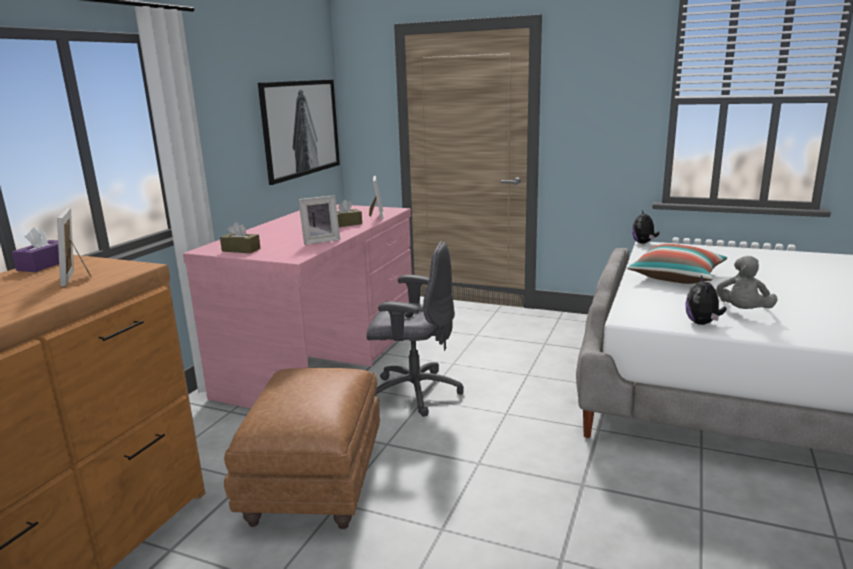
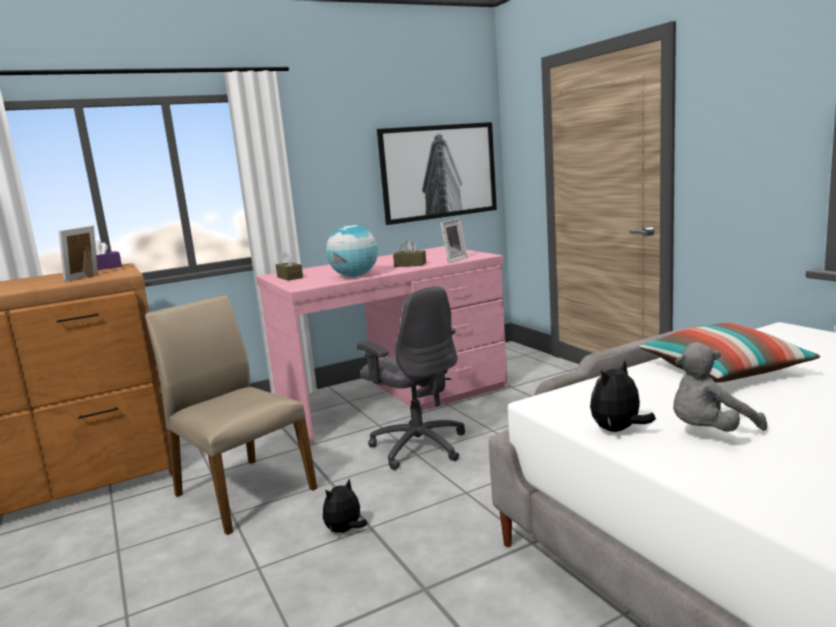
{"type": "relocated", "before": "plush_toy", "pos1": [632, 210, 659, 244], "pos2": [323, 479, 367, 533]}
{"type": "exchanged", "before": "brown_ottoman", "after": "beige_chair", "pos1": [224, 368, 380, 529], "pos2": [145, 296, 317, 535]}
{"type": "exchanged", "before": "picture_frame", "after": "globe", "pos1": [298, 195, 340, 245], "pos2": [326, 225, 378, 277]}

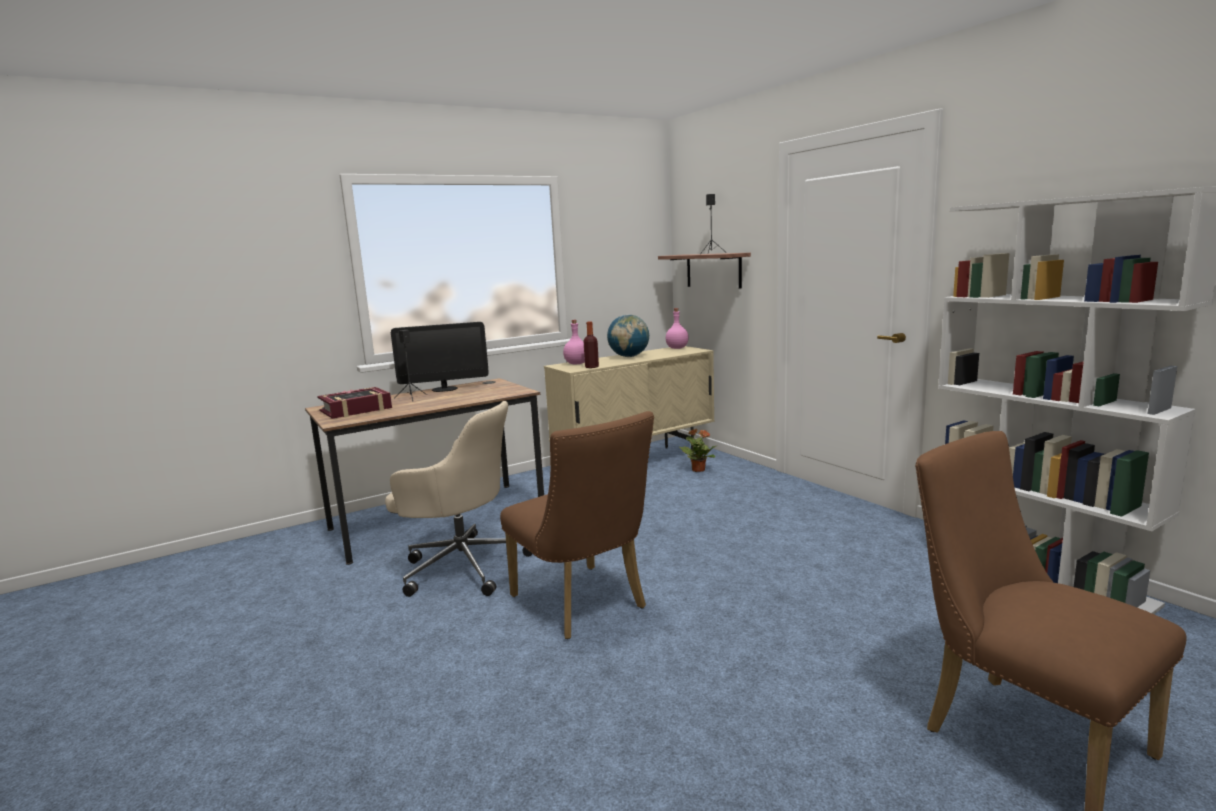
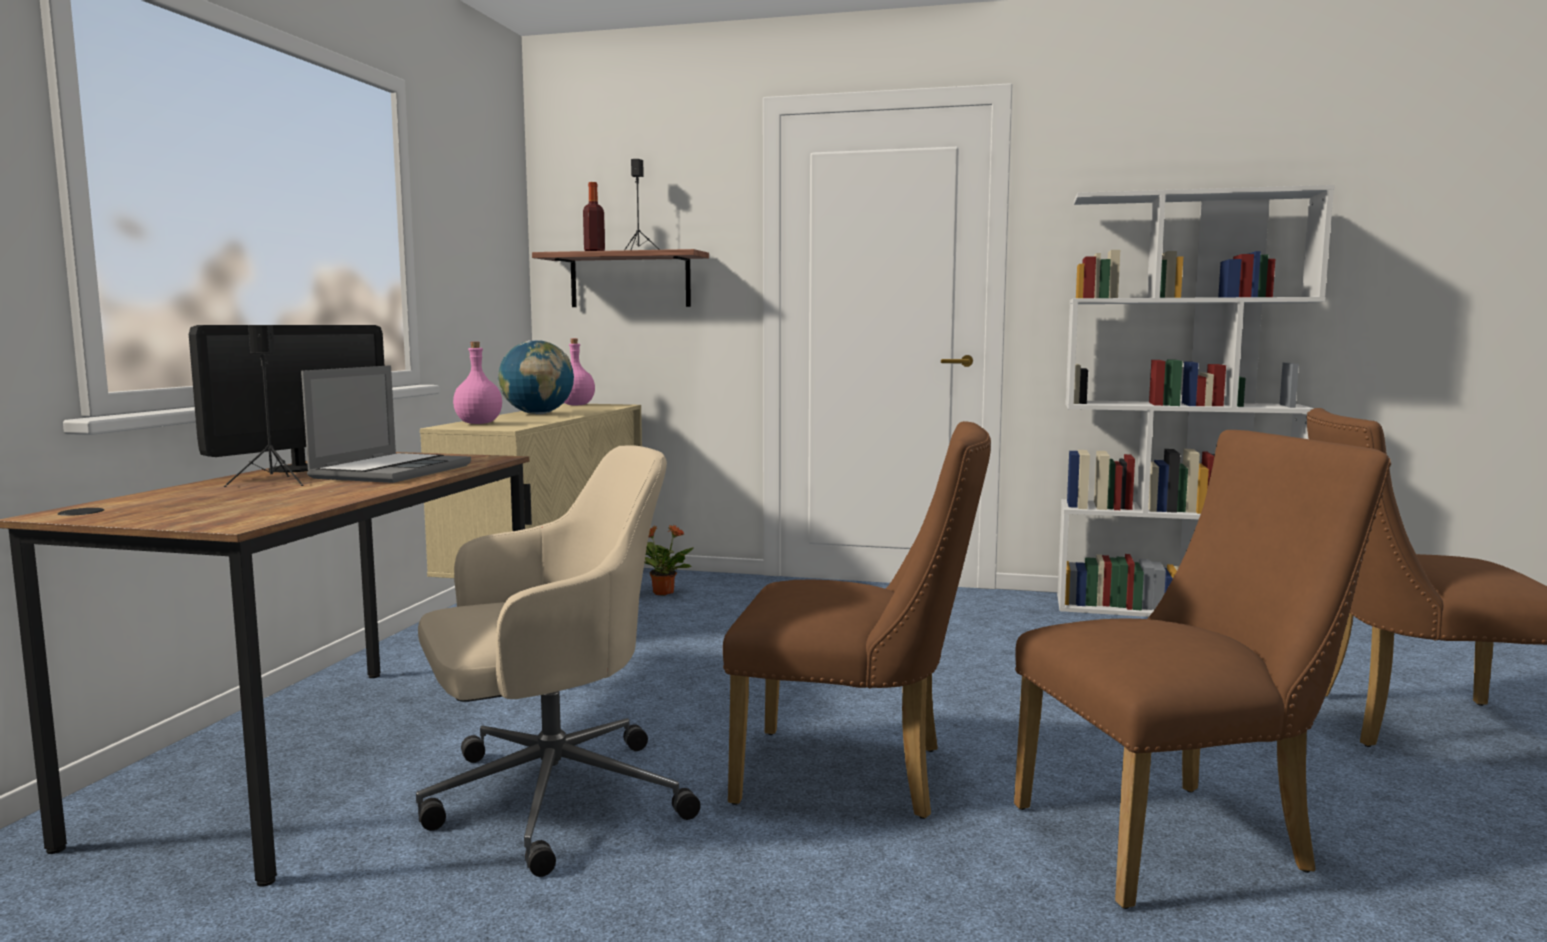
{"type": "missing", "before": "book", "pos1": [317, 387, 392, 419]}
{"type": "appeared", "after": "laptop", "pos2": [301, 365, 471, 483]}
{"type": "appeared", "after": "brown_chair", "pos2": [1014, 430, 1391, 909]}
{"type": "relocated", "before": "bottle", "pos1": [583, 321, 599, 368], "pos2": [583, 182, 605, 251]}

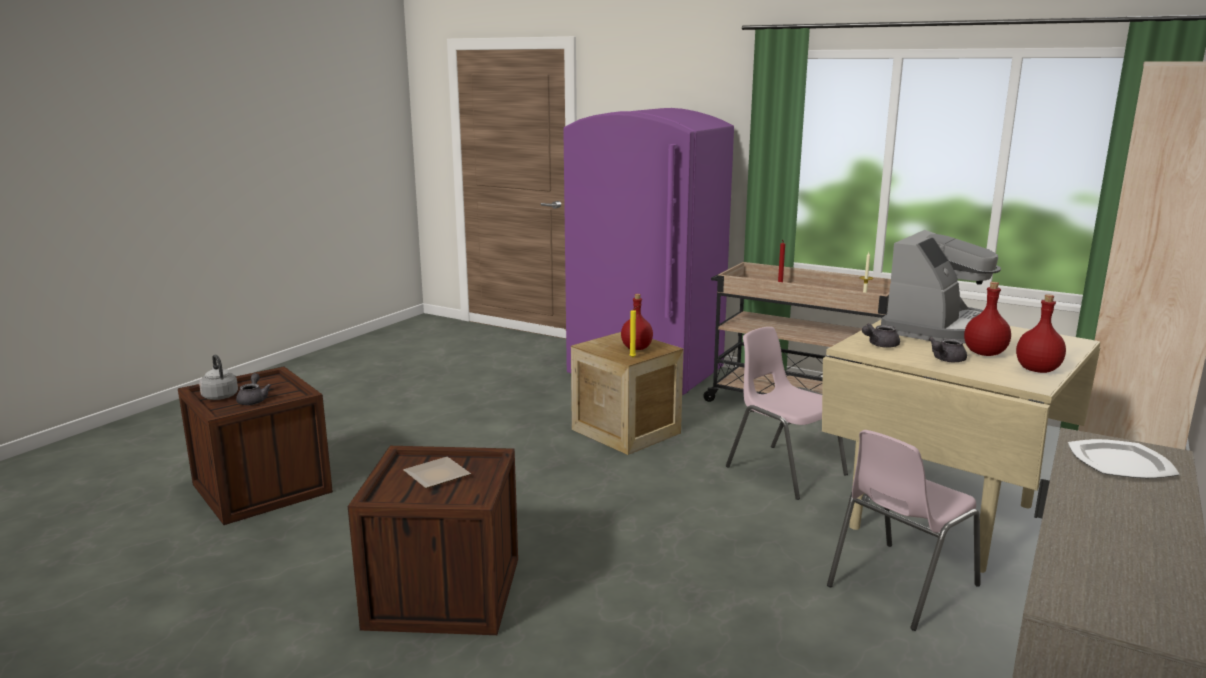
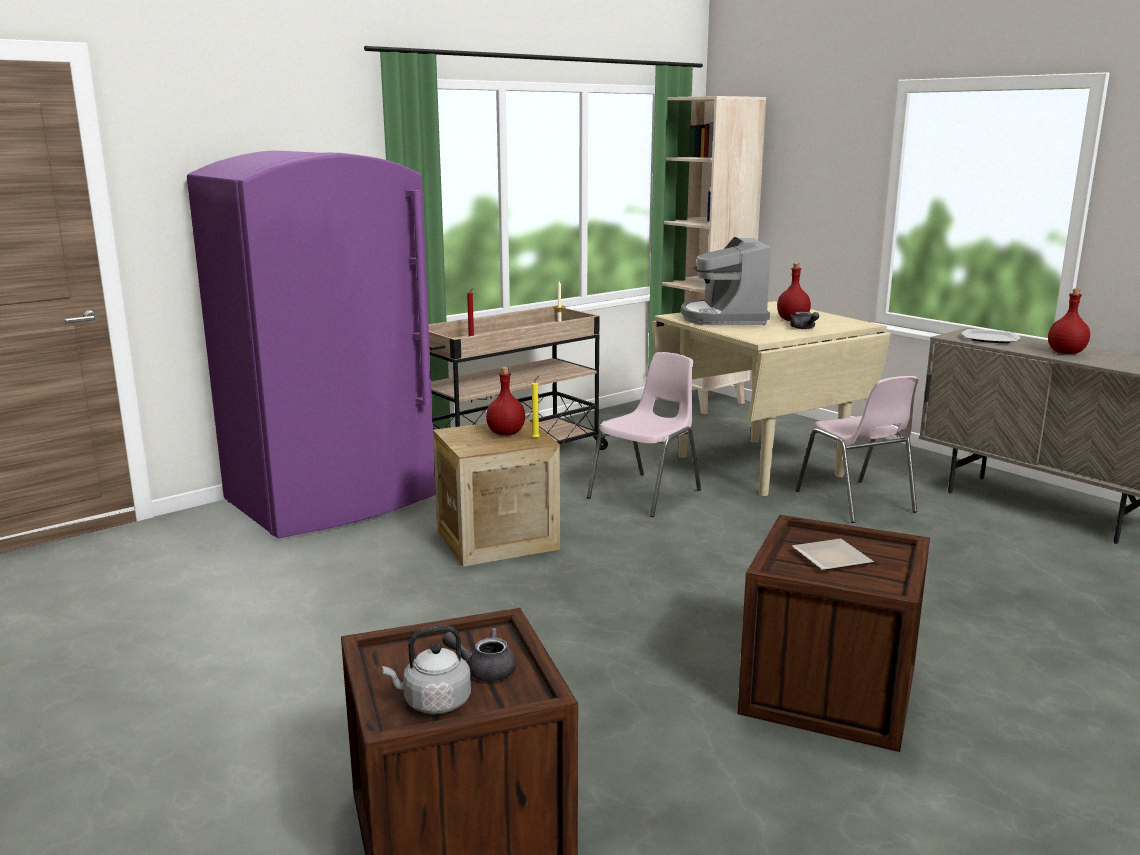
{"type": "missing", "before": "grey_teapot", "pos1": [862, 323, 900, 348]}
{"type": "relocated", "before": "red_bottle", "pos1": [1016, 294, 1066, 373], "pos2": [1048, 288, 1090, 354]}
{"type": "spun", "before": "pink_chair", "pos1": [726, 327, 848, 500], "pos2": [587, 352, 701, 517], "turn": 150}
{"type": "spun", "before": "coffee_machine", "pos1": [881, 230, 1001, 343], "pos2": [681, 237, 771, 325], "turn": -150}

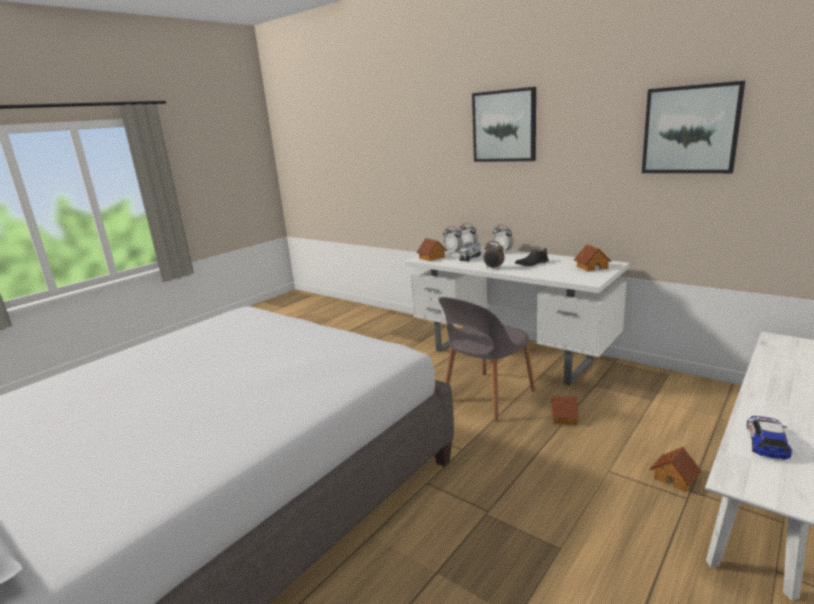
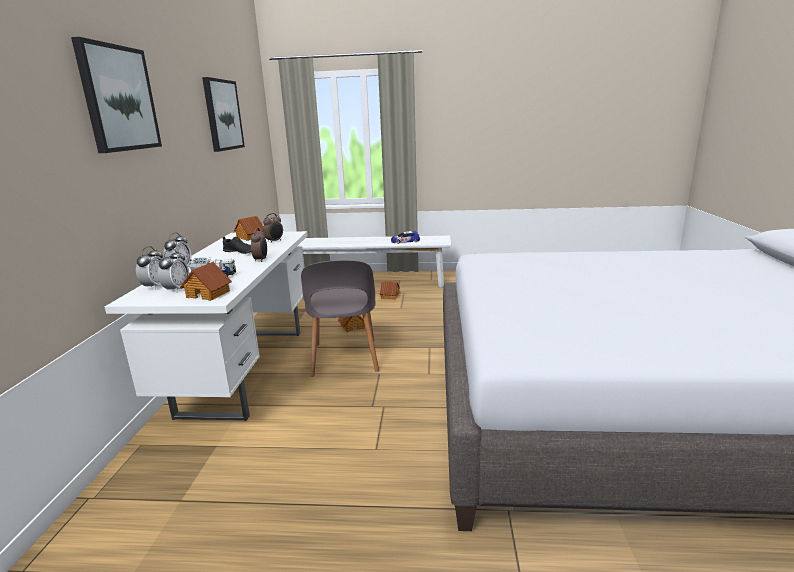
{"type": "appeared", "after": "alarm_clock", "pos2": [262, 213, 283, 243]}
{"type": "spun", "before": "grey_chair", "pos1": [438, 297, 536, 422], "pos2": [301, 260, 379, 377], "turn": 75}

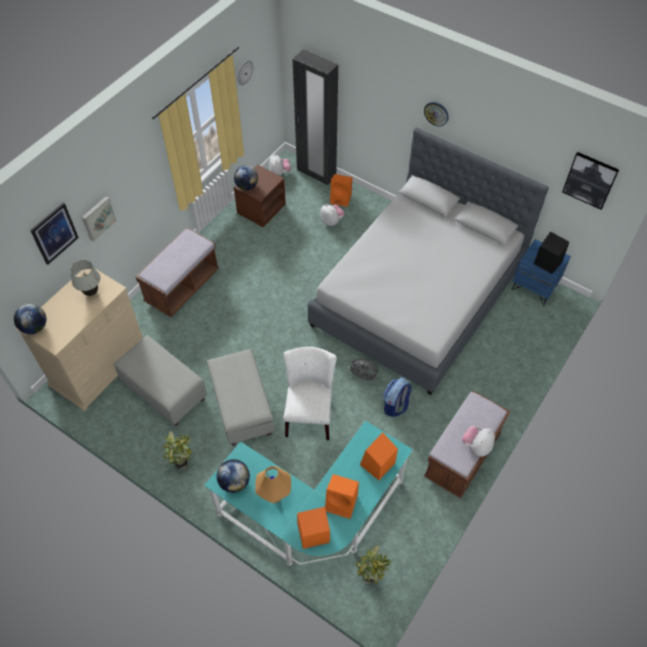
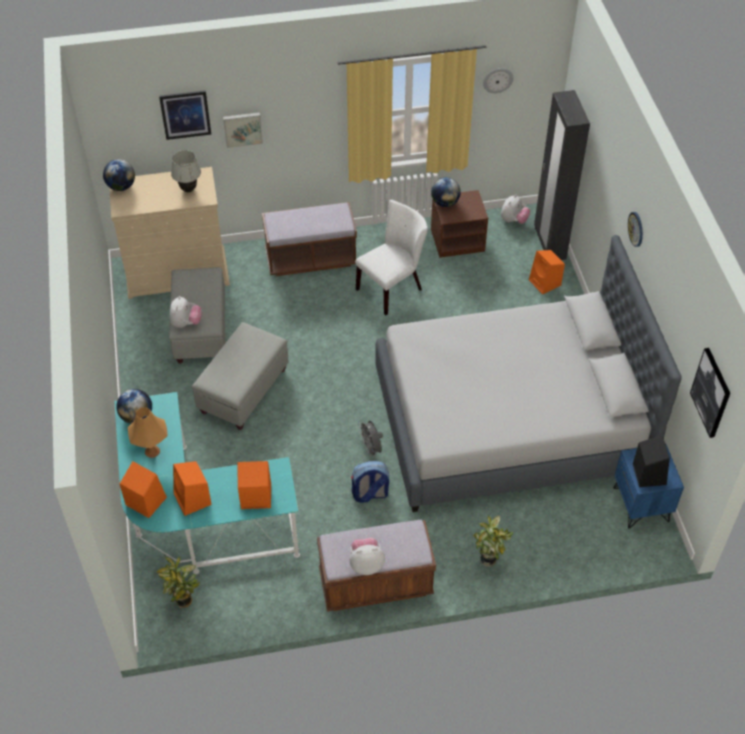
{"type": "relocated", "before": "potted_plant", "pos1": [163, 431, 191, 470], "pos2": [473, 516, 513, 567]}
{"type": "relocated", "before": "white_chair", "pos1": [283, 347, 337, 440], "pos2": [355, 200, 428, 315]}
{"type": "relocated", "before": "plush_toy", "pos1": [320, 204, 345, 226], "pos2": [170, 296, 202, 328]}

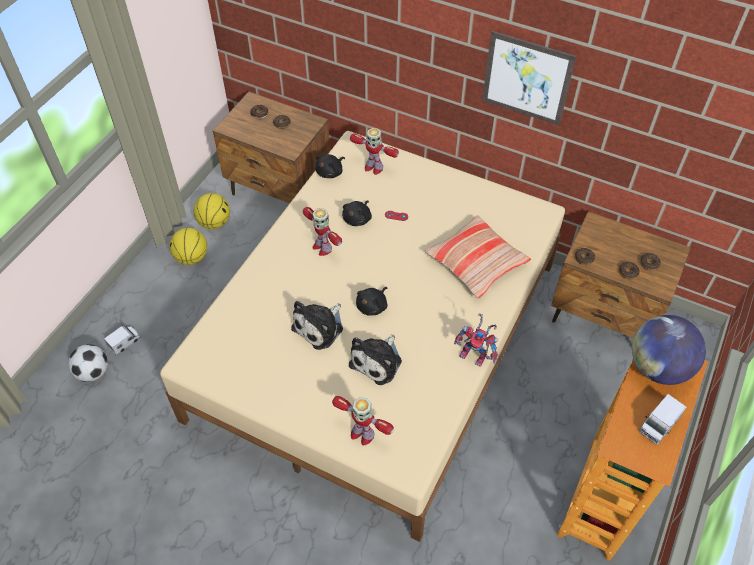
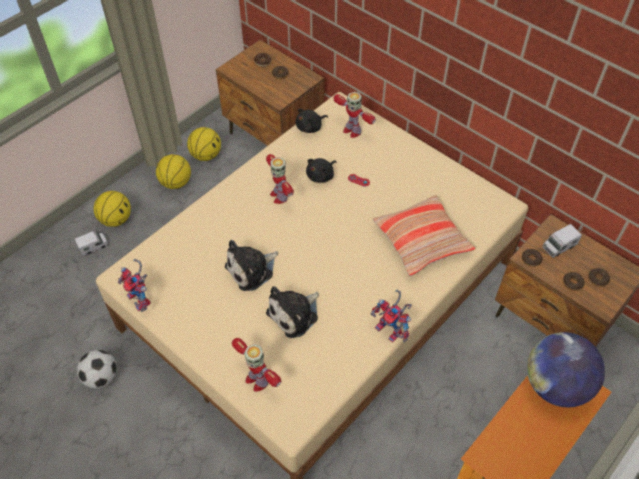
{"type": "missing", "before": "black_plush_toy", "pos1": [356, 287, 388, 315]}
{"type": "missing", "before": "picture", "pos1": [482, 31, 576, 126]}
{"type": "appeared", "after": "basketball", "pos2": [94, 191, 131, 227]}
{"type": "appeared", "after": "toy_robot", "pos2": [118, 259, 151, 312]}
{"type": "relocated", "before": "football", "pos1": [68, 344, 108, 382], "pos2": [77, 350, 117, 389]}
{"type": "relocated", "before": "toy_truck", "pos1": [639, 394, 686, 444], "pos2": [542, 224, 582, 258]}

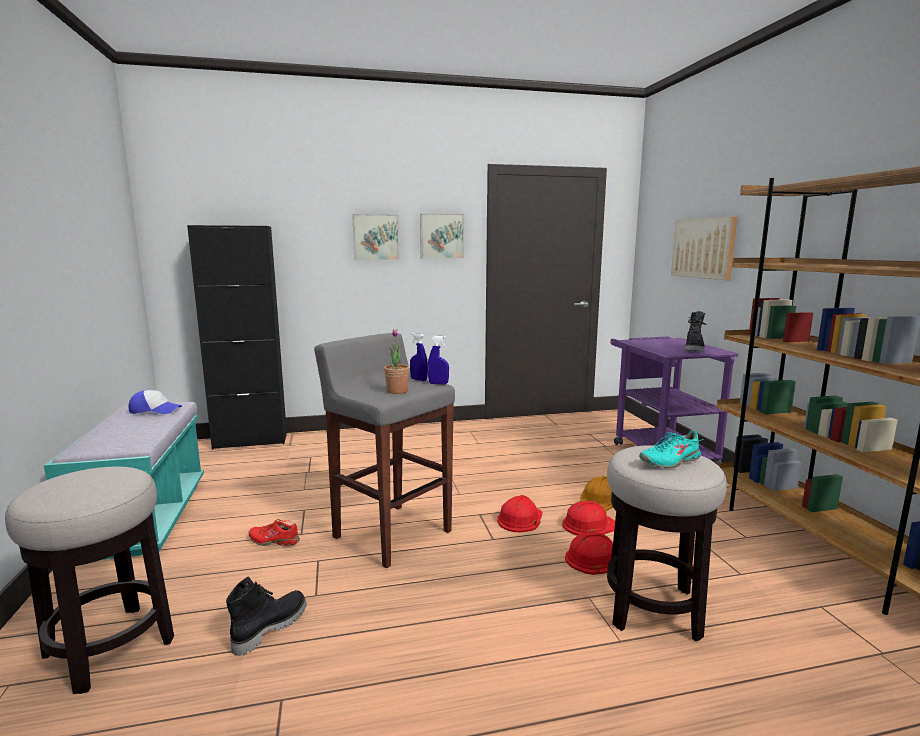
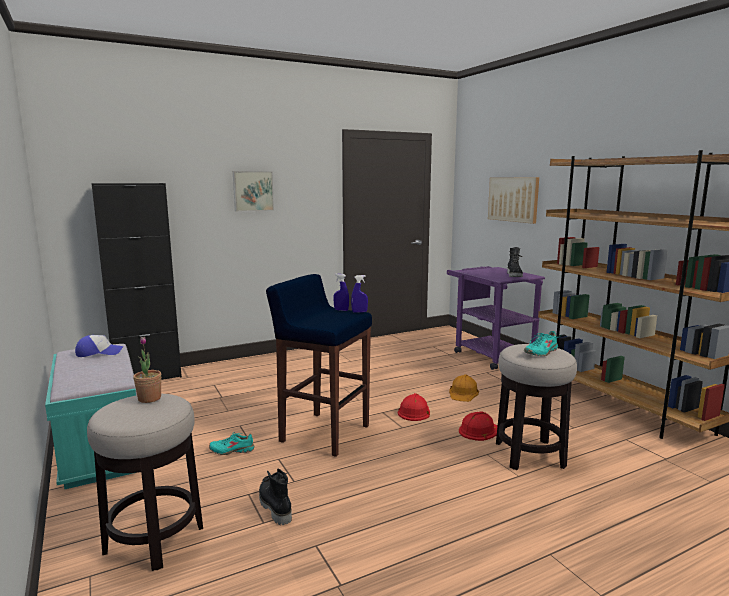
{"type": "missing", "before": "picture", "pos1": [420, 213, 464, 259]}
{"type": "missing", "before": "red_hard_hat", "pos1": [562, 501, 615, 535]}
{"type": "relocated", "before": "potted_plant", "pos1": [384, 329, 409, 394], "pos2": [133, 337, 161, 403]}
{"type": "colour", "before": "red_shoe", "after": "turquoise_shoe", "pos1": [249, 519, 300, 546], "pos2": [209, 432, 254, 455]}
{"type": "colour", "before": "grey_stool", "after": "blue_stool", "pos1": [314, 333, 455, 568], "pos2": [266, 274, 372, 457]}
{"type": "spun", "before": "black_boot", "pos1": [226, 576, 307, 656], "pos2": [259, 469, 292, 525], "turn": -45}

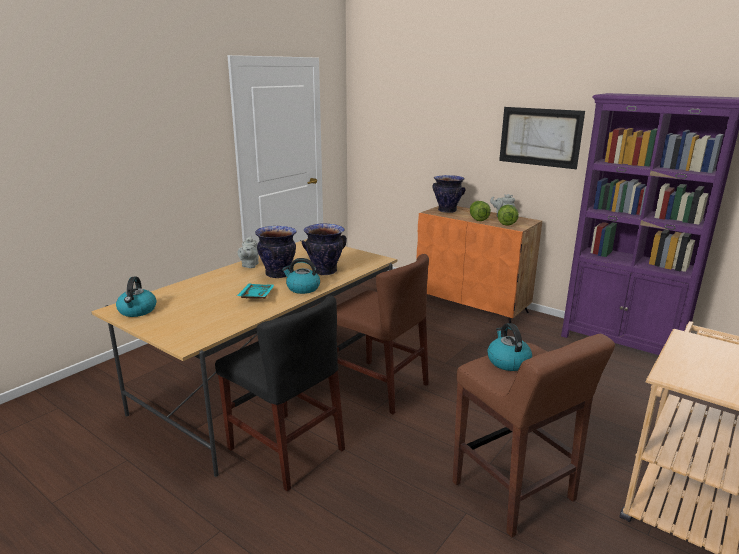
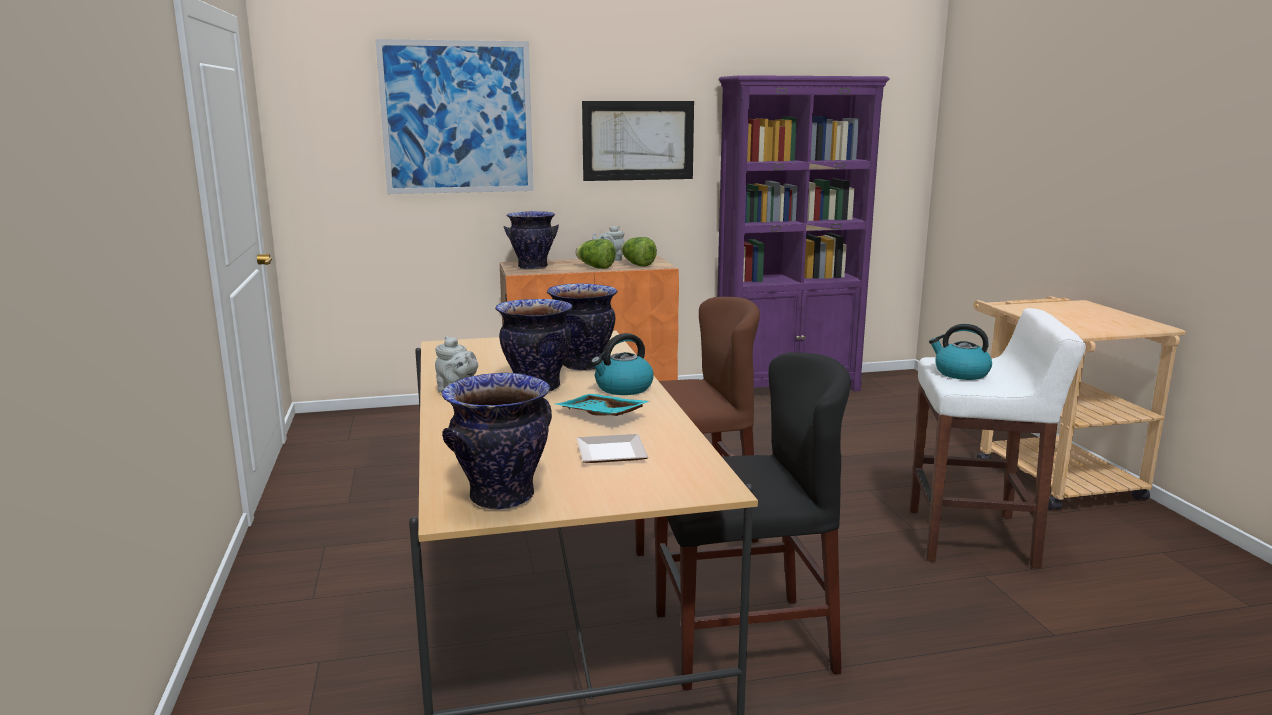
{"type": "appeared", "after": "picture", "pos2": [375, 39, 534, 194]}
{"type": "appeared", "after": "plate", "pos2": [577, 434, 648, 463]}
{"type": "exchanged", "before": "kettle", "after": "vase", "pos1": [116, 277, 156, 317], "pos2": [442, 373, 552, 510]}
{"type": "colour", "before": "brown_stool", "after": "white_stool", "pos1": [453, 334, 615, 537], "pos2": [910, 308, 1086, 569]}

